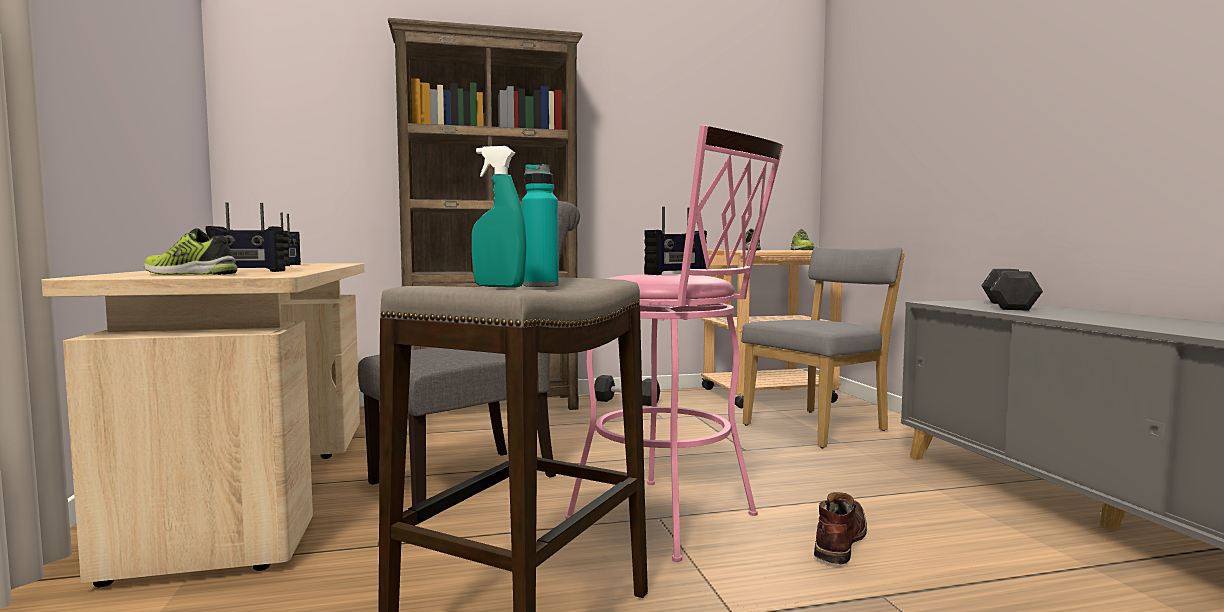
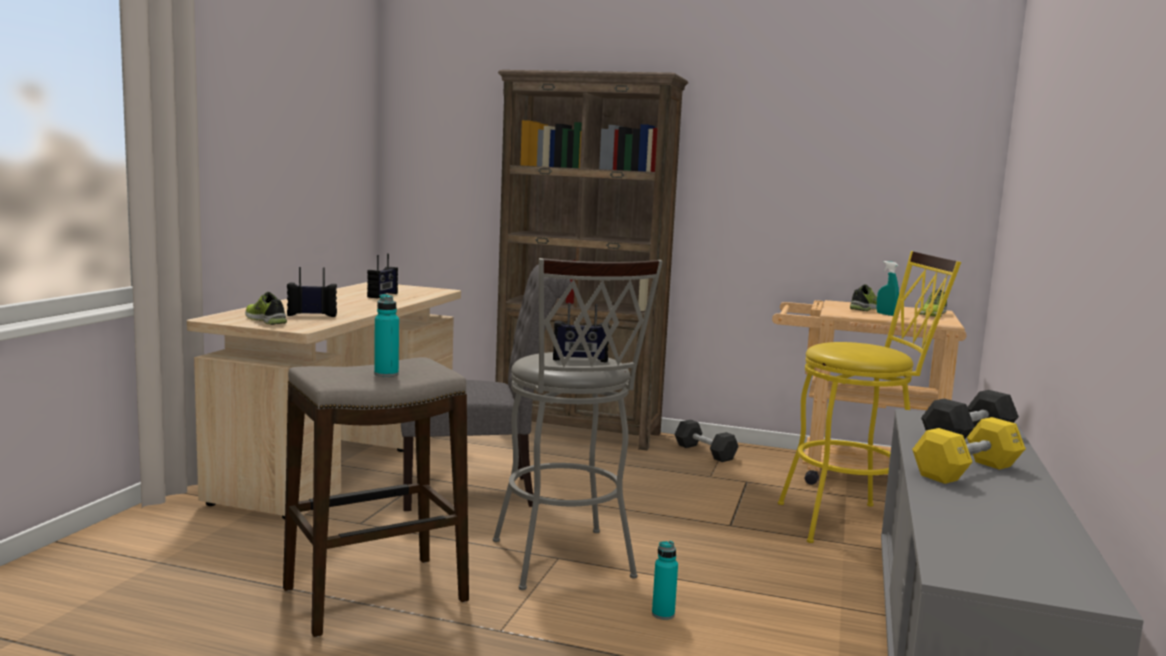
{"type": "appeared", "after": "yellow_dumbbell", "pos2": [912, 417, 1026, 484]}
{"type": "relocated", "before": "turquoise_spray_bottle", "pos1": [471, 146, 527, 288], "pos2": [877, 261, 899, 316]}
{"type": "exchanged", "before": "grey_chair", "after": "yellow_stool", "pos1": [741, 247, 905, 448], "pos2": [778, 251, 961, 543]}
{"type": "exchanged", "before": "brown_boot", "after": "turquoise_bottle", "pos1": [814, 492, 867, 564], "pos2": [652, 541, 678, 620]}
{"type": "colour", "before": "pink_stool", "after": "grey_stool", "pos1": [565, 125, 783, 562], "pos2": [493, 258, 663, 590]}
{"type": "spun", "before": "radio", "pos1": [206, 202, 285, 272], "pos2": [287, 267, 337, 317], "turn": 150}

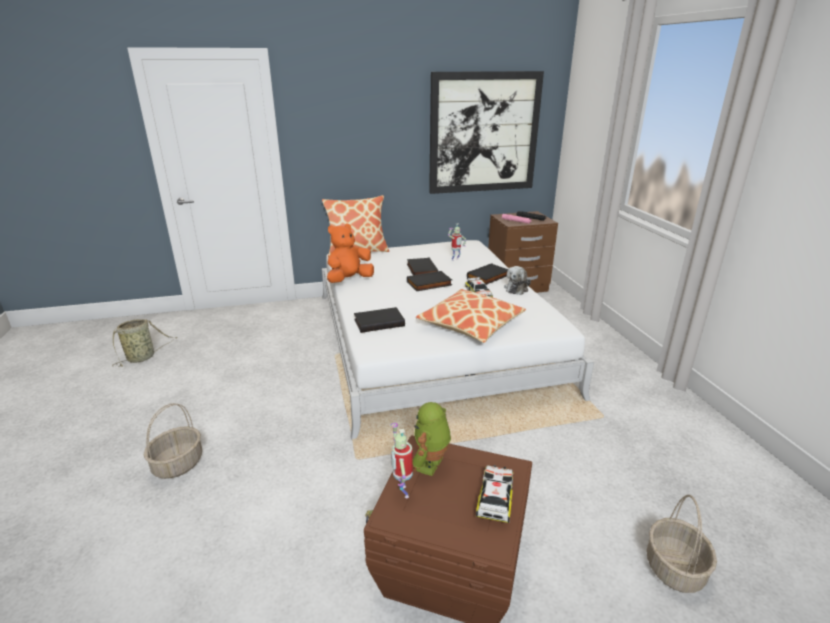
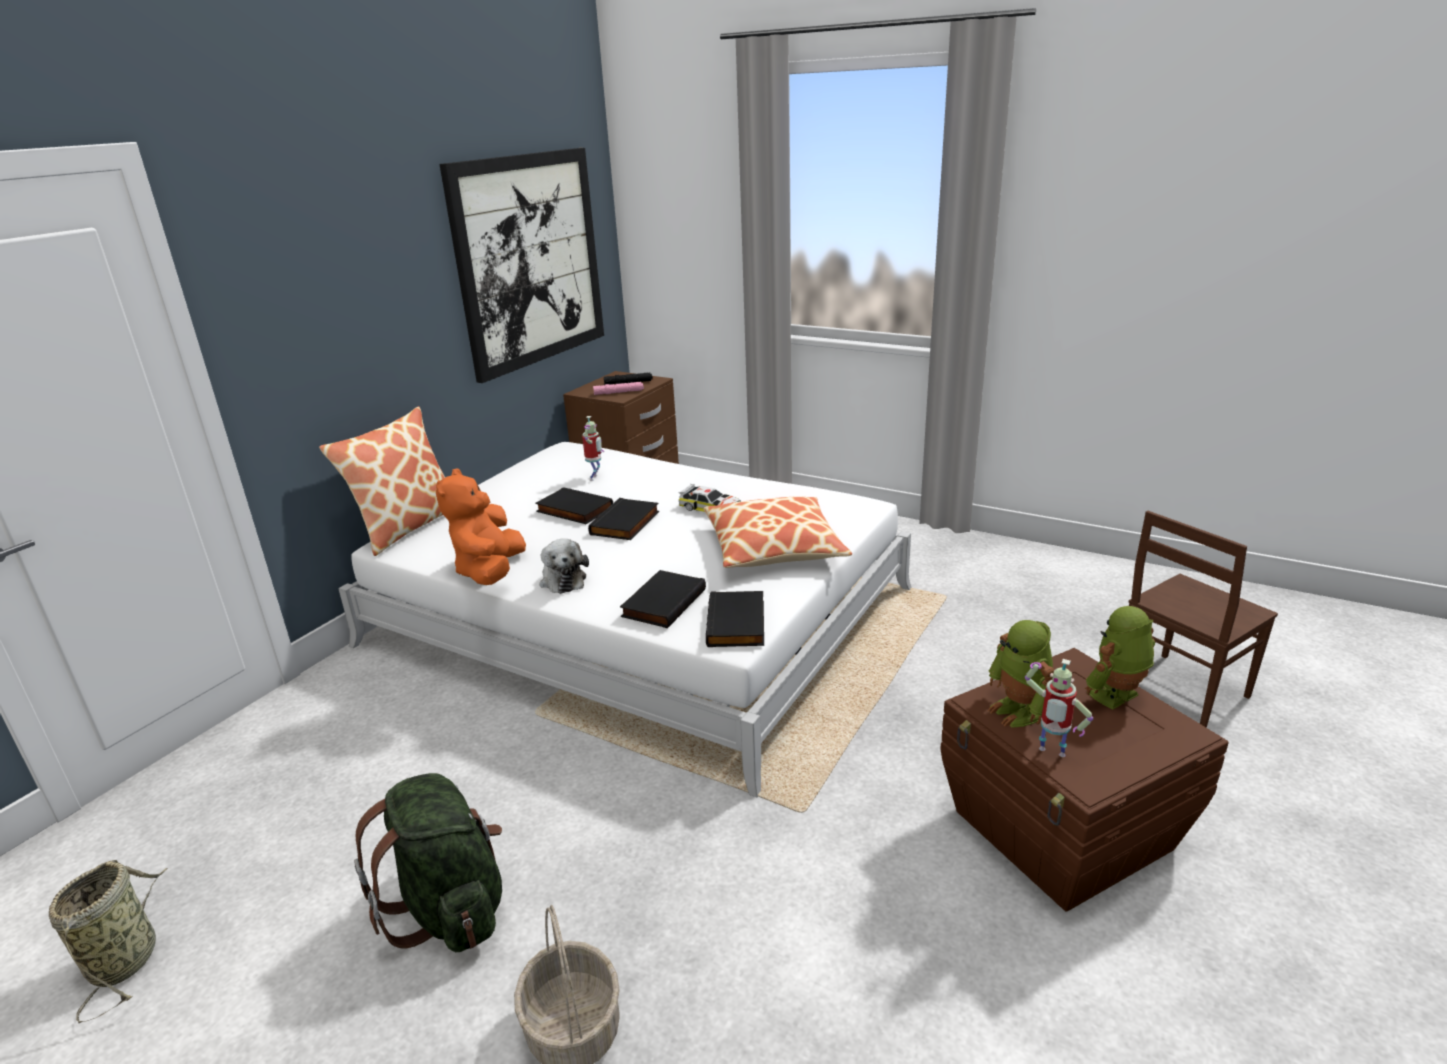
{"type": "appeared", "after": "green_backpack", "pos2": [354, 773, 502, 952]}
{"type": "relocated", "before": "black_book", "pos1": [467, 263, 508, 285], "pos2": [706, 591, 764, 647]}
{"type": "relocated", "before": "plush_toy", "pos1": [504, 266, 531, 295], "pos2": [540, 539, 589, 594]}
{"type": "exchanged", "before": "toy_car", "after": "toy_robot", "pos1": [476, 465, 513, 523], "pos2": [1085, 606, 1155, 710]}
{"type": "exchanged", "before": "basket", "after": "brown_chair", "pos1": [647, 495, 717, 593], "pos2": [1128, 511, 1278, 728]}

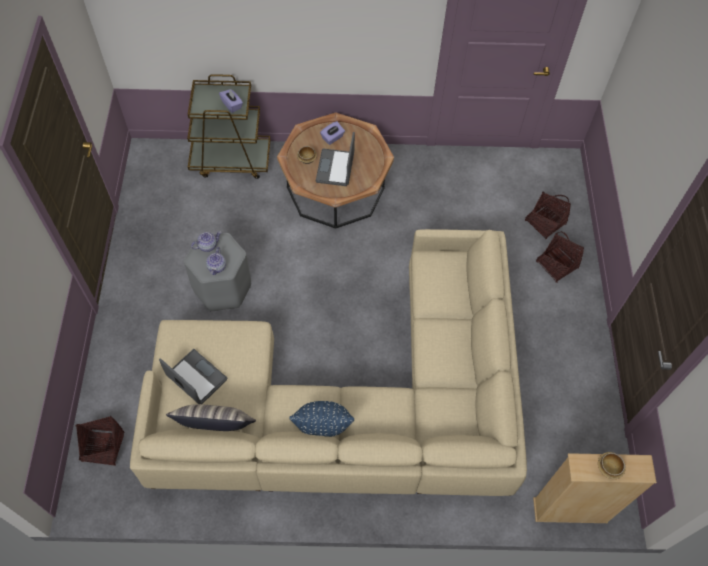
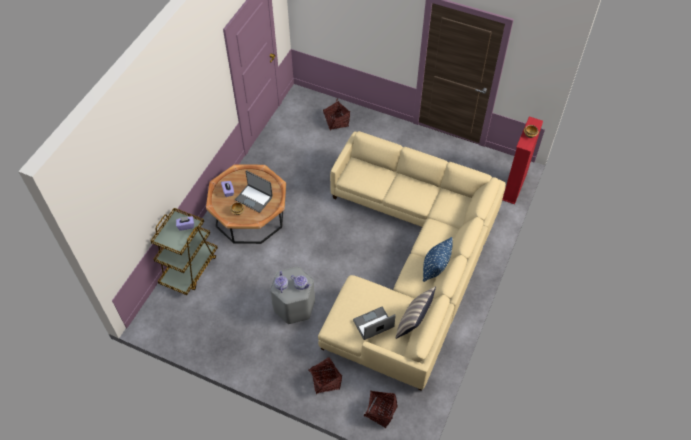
{"type": "relocated", "before": "basket", "pos1": [536, 231, 584, 282], "pos2": [308, 357, 342, 394]}
{"type": "colour", "before": "beige_bookcase", "after": "red_bookcase", "pos1": [533, 453, 657, 523], "pos2": [502, 116, 543, 204]}

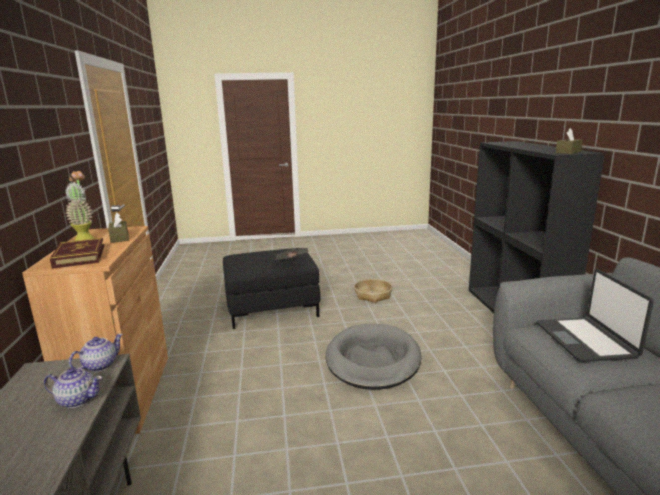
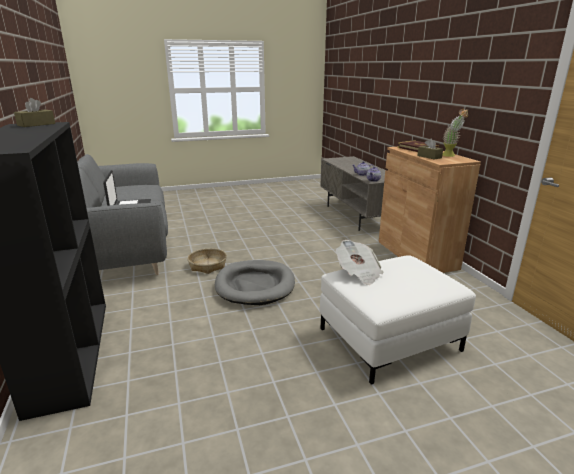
{"type": "relocated", "before": "basket", "pos1": [354, 279, 392, 303], "pos2": [188, 248, 227, 274]}
{"type": "colour", "before": "black_ottoman", "after": "white_ottoman", "pos1": [223, 248, 320, 329], "pos2": [320, 255, 476, 385]}

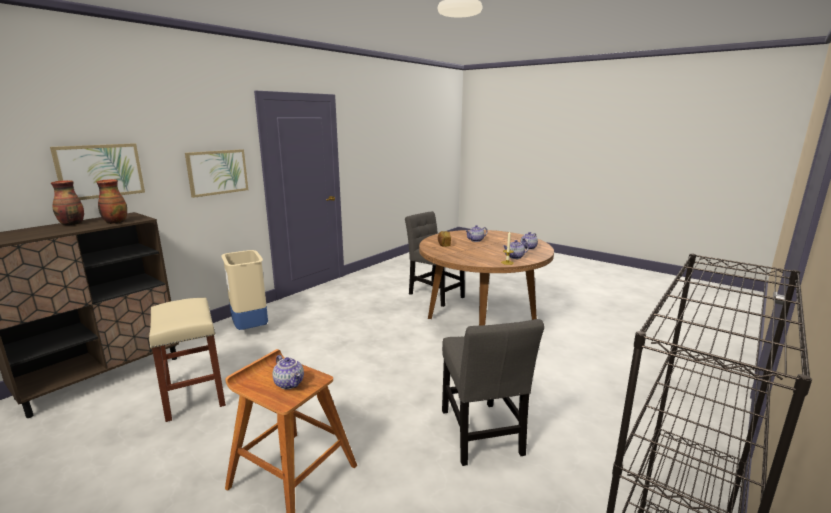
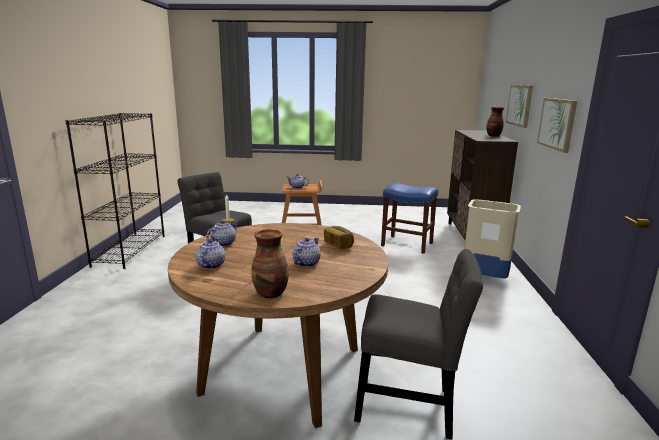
{"type": "relocated", "before": "vase", "pos1": [96, 179, 127, 224], "pos2": [251, 229, 289, 298]}
{"type": "colour", "before": "beige_stool", "after": "blue_stool", "pos1": [149, 298, 226, 422], "pos2": [381, 183, 438, 254]}

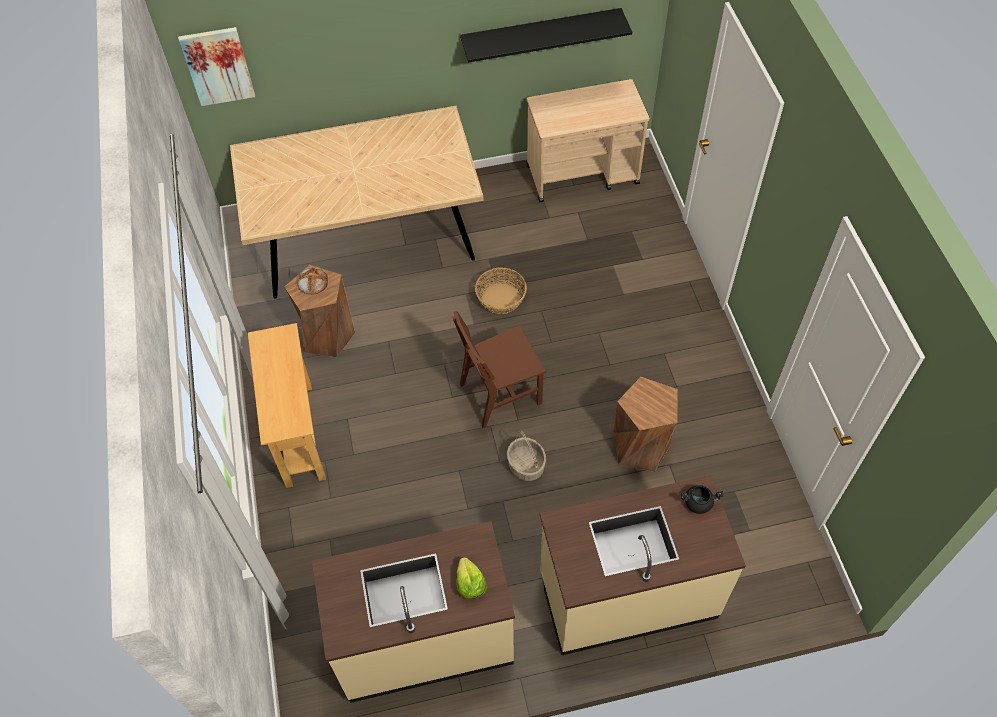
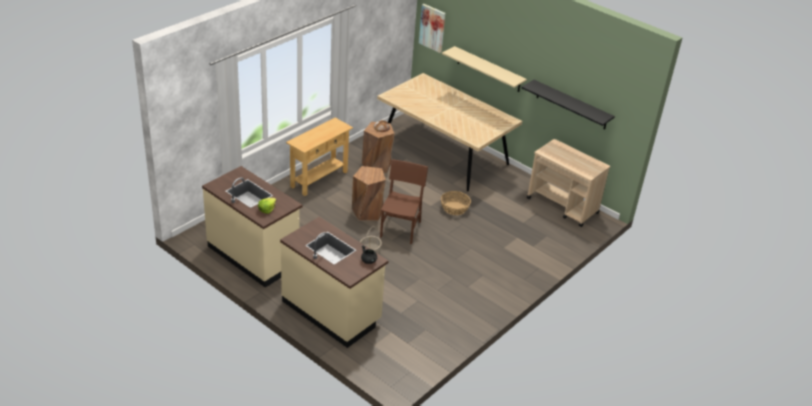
{"type": "appeared", "after": "beige_shelf", "pos2": [442, 46, 527, 92]}
{"type": "relocated", "before": "brown_stool", "pos1": [613, 377, 678, 472], "pos2": [352, 166, 386, 221]}
{"type": "spun", "before": "brown_chair", "pos1": [452, 311, 546, 428], "pos2": [380, 159, 428, 244], "turn": 75}

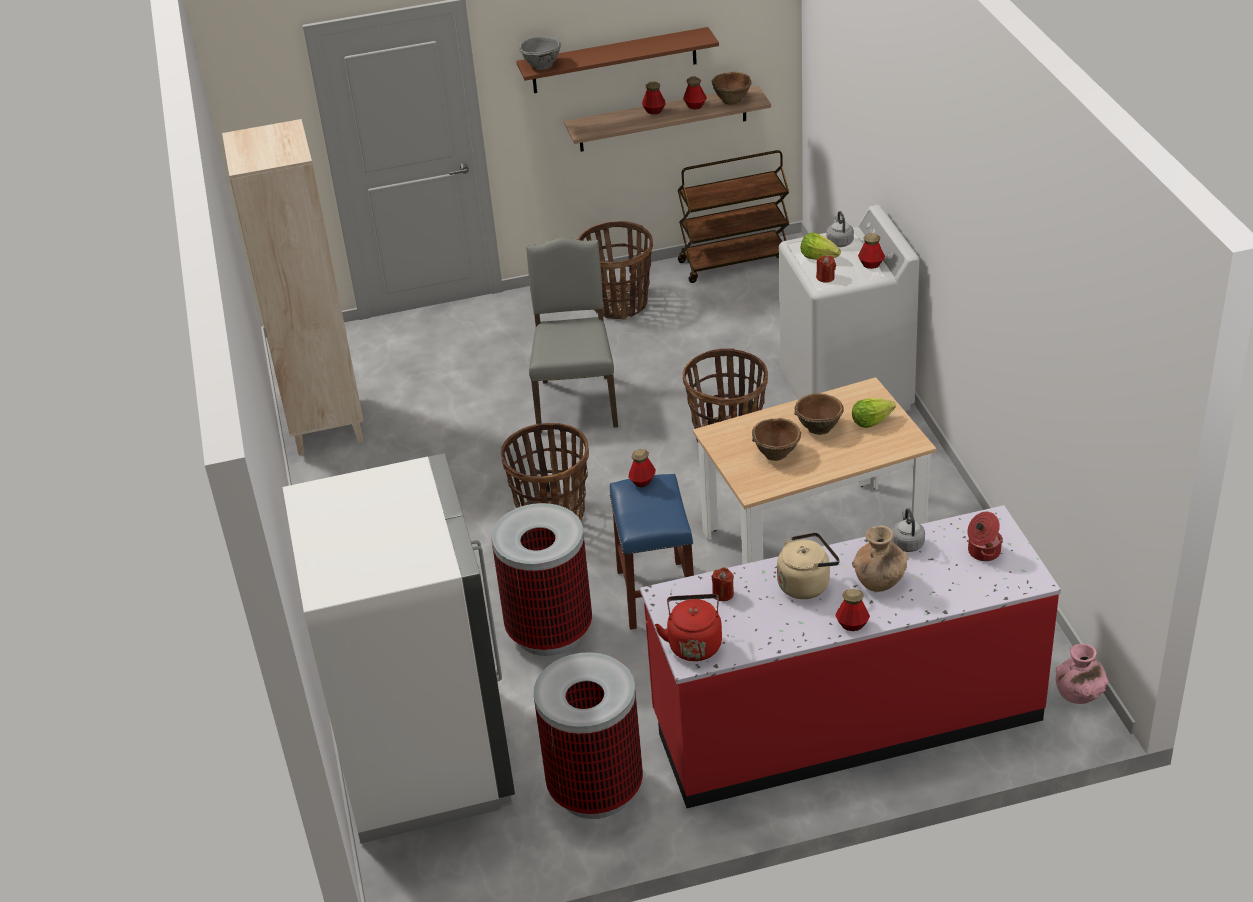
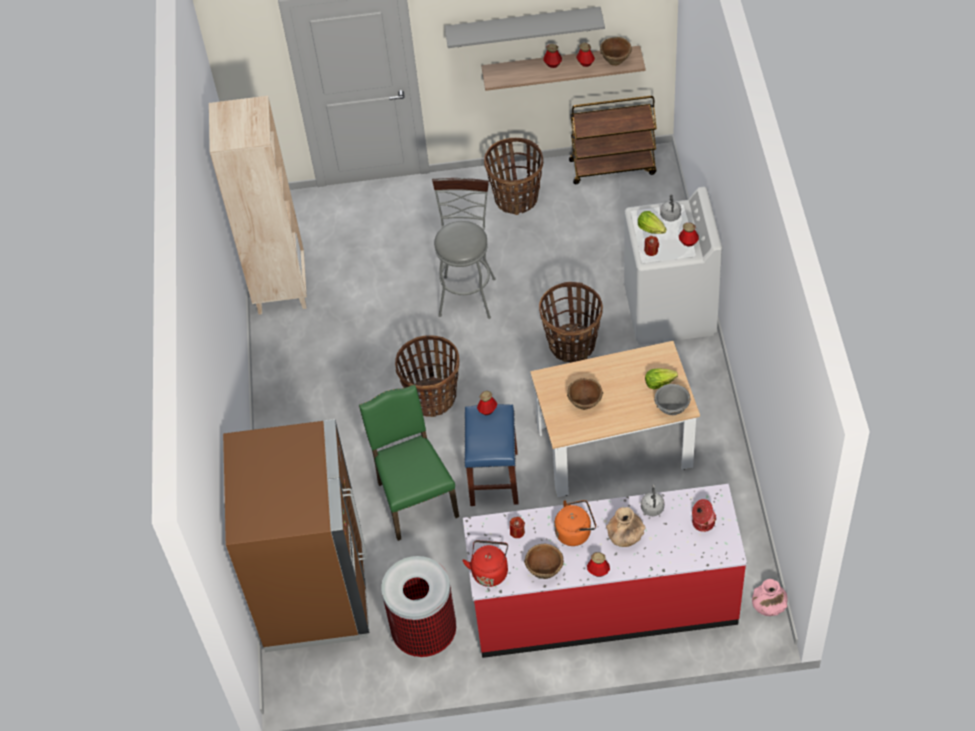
{"type": "relocated", "before": "grey_bowl", "pos1": [519, 36, 561, 70], "pos2": [654, 384, 691, 415]}
{"type": "relocated", "before": "brown_bowl", "pos1": [794, 393, 844, 435], "pos2": [524, 544, 564, 579]}
{"type": "exchanged", "before": "trash_can", "after": "green_chair", "pos1": [491, 503, 592, 656], "pos2": [359, 385, 459, 541]}
{"type": "exchanged", "before": "grey_chair", "after": "grey_stool", "pos1": [526, 237, 618, 433], "pos2": [432, 178, 495, 319]}
{"type": "colour", "before": "white_fridge", "after": "brown_fridge", "pos1": [283, 453, 515, 843], "pos2": [223, 419, 369, 652]}
{"type": "colour", "before": "brown_shelf", "after": "grey_shelf", "pos1": [516, 27, 719, 93], "pos2": [445, 7, 605, 48]}
{"type": "colour", "before": "beige_kettle", "after": "orange_kettle", "pos1": [777, 532, 840, 599], "pos2": [554, 500, 596, 546]}

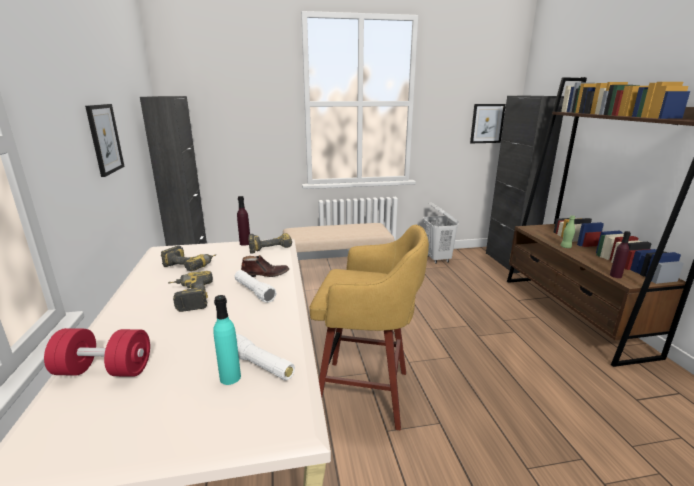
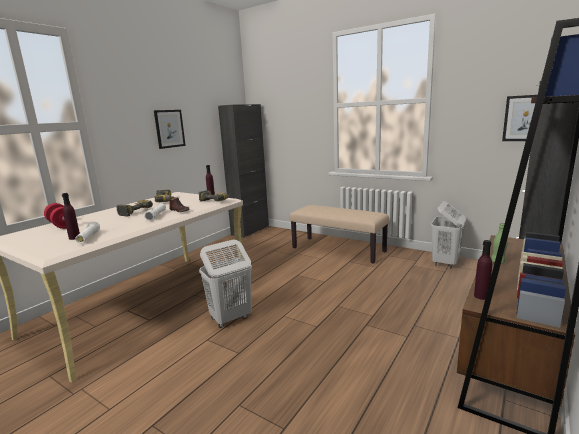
{"type": "exchanged", "before": "yellow_stool", "after": "white_laundry_basket", "pos1": [310, 225, 429, 430], "pos2": [199, 240, 252, 328]}
{"type": "colour", "before": "turquoise_bottle", "after": "purple_bottle", "pos1": [213, 295, 241, 385], "pos2": [62, 193, 80, 240]}

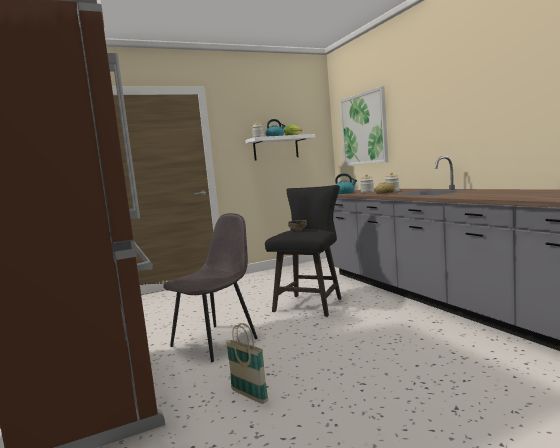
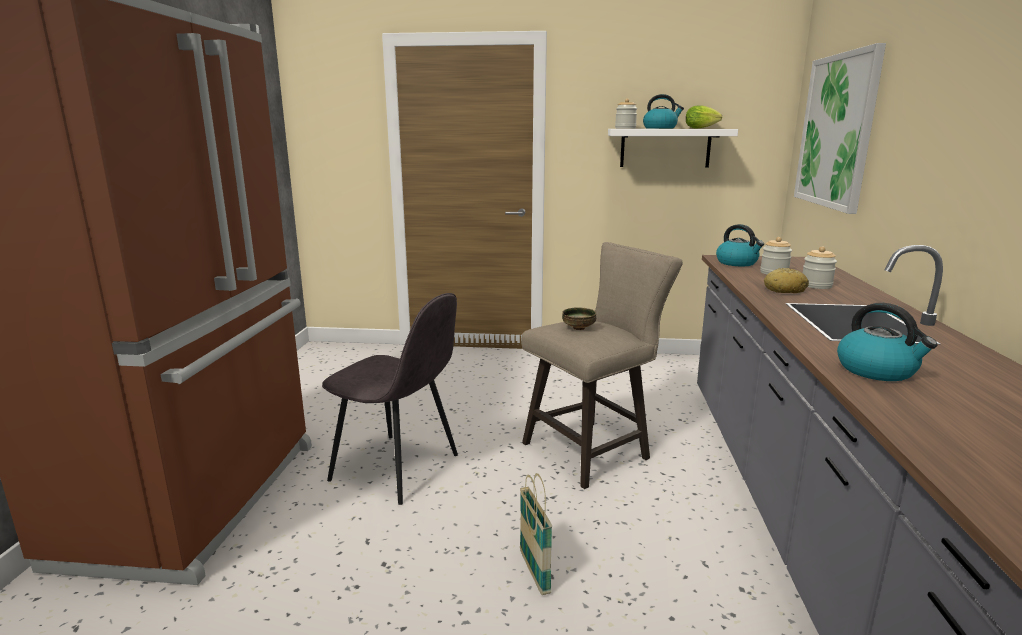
{"type": "appeared", "after": "kettle", "pos2": [837, 303, 938, 381]}
{"type": "relocated", "before": "basket", "pos1": [226, 323, 269, 404], "pos2": [520, 473, 552, 595]}
{"type": "colour", "before": "black_stool", "after": "beige_stool", "pos1": [265, 185, 342, 317], "pos2": [521, 242, 682, 489]}
{"type": "spun", "before": "grey_chair", "pos1": [163, 213, 258, 362], "pos2": [322, 293, 458, 505], "turn": 45}

